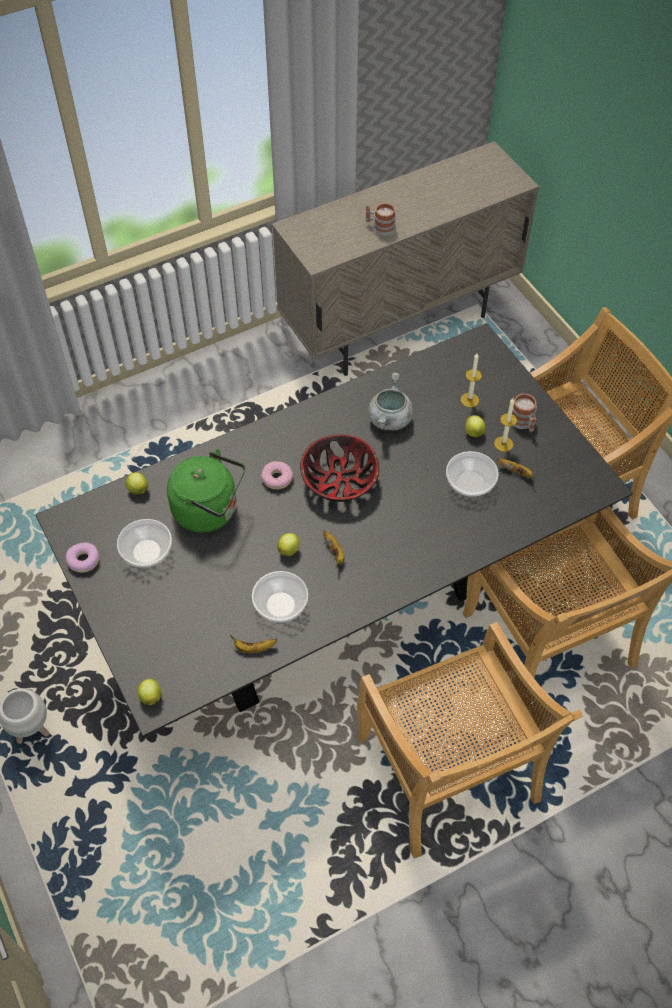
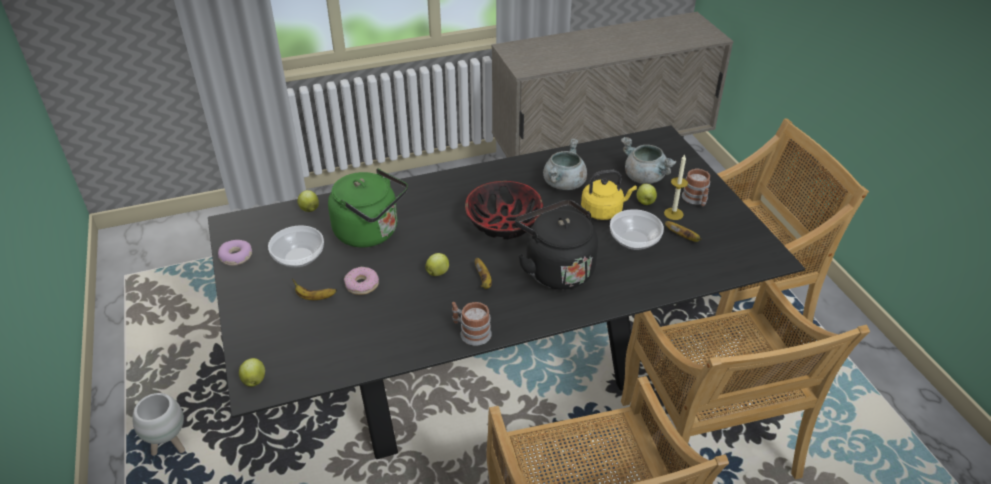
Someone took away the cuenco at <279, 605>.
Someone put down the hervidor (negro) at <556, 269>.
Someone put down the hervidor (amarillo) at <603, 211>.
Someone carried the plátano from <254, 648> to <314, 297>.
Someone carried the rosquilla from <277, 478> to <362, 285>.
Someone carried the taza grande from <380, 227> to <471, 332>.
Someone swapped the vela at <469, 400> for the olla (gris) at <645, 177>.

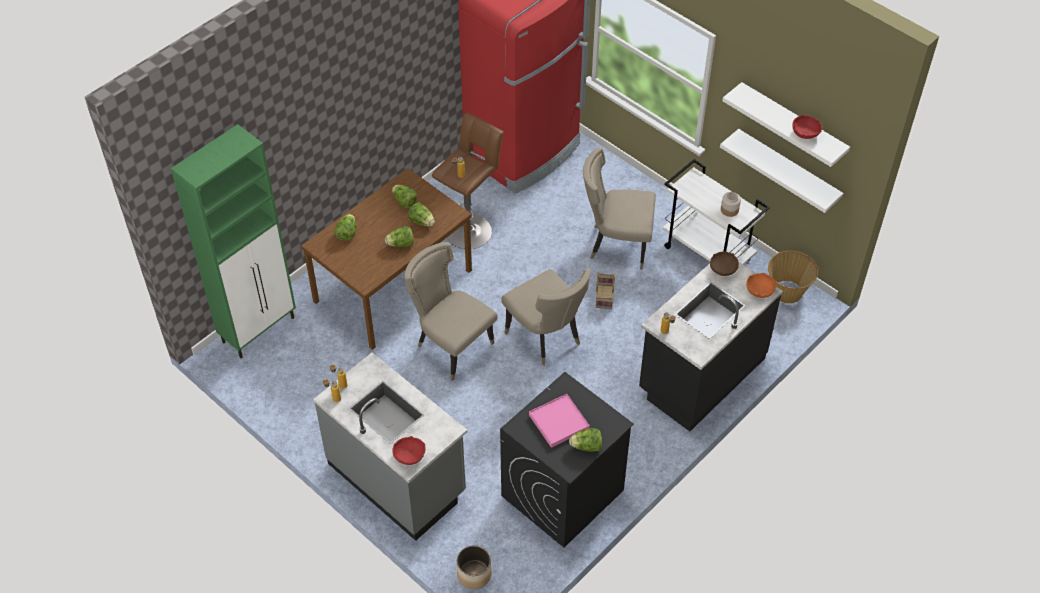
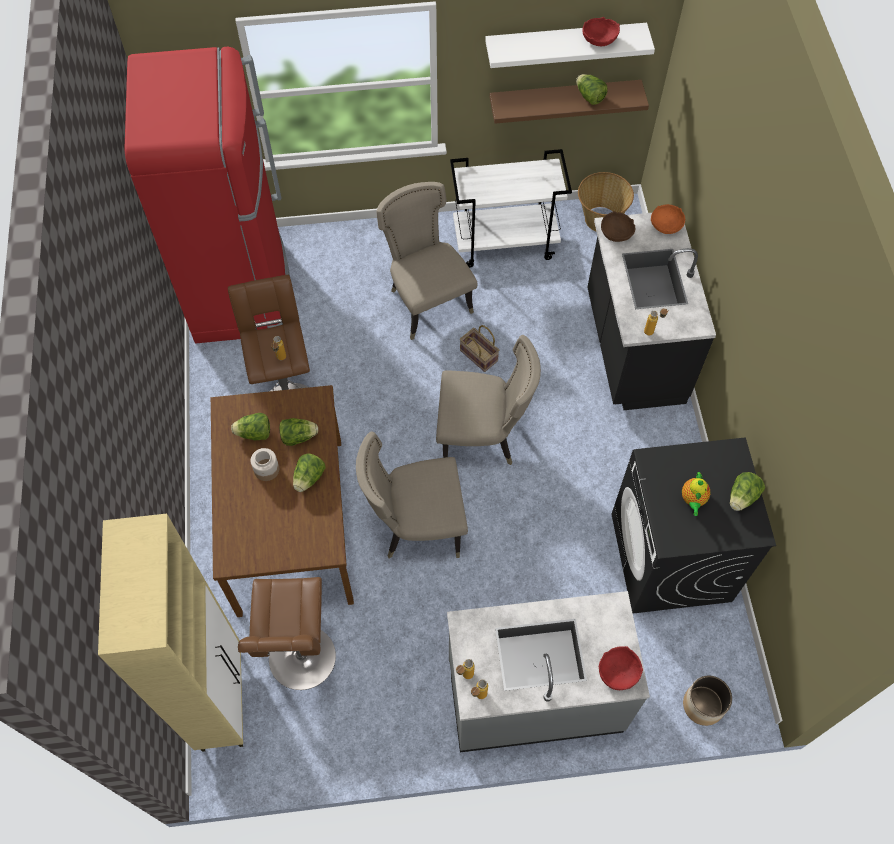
Someone put down the taburete (marrón) at <302, 662>.
Someone carried the lechuga from <347, 233> to <589, 97>.
Someone carried the tarro from <729, 209> to <266, 469>.
Someone swapped the bandeja (rosa) at <559, 422> for the tetera at <693, 500>.
Someone repainted the armario (verde) at <259, 329>, which became the armario (beis) at <222, 698>.
Someone repainted the estante (blanco) at <787, 170>, which became the estante (marrón) at <564, 98>.
Someone rotated the silla (beis) at <616, 244> by 105 degrees clockwise.

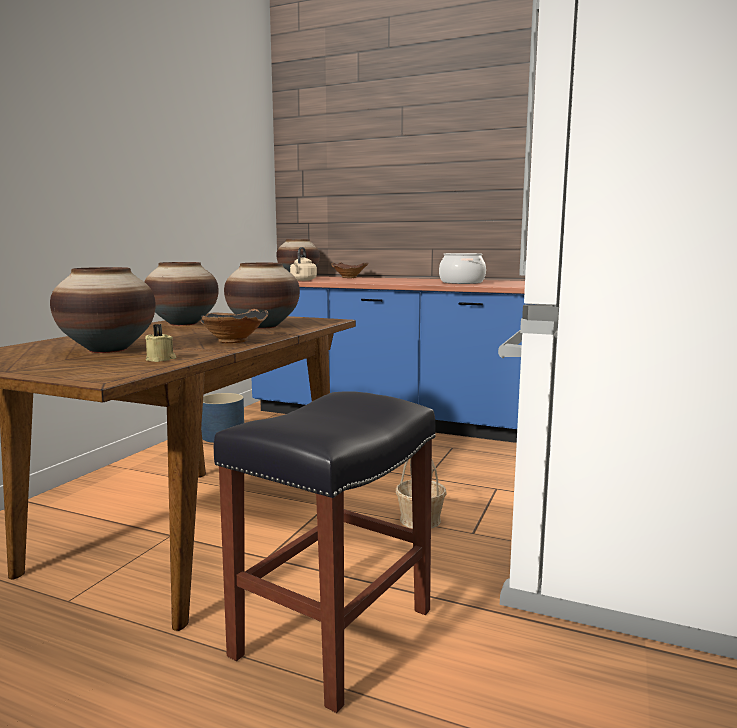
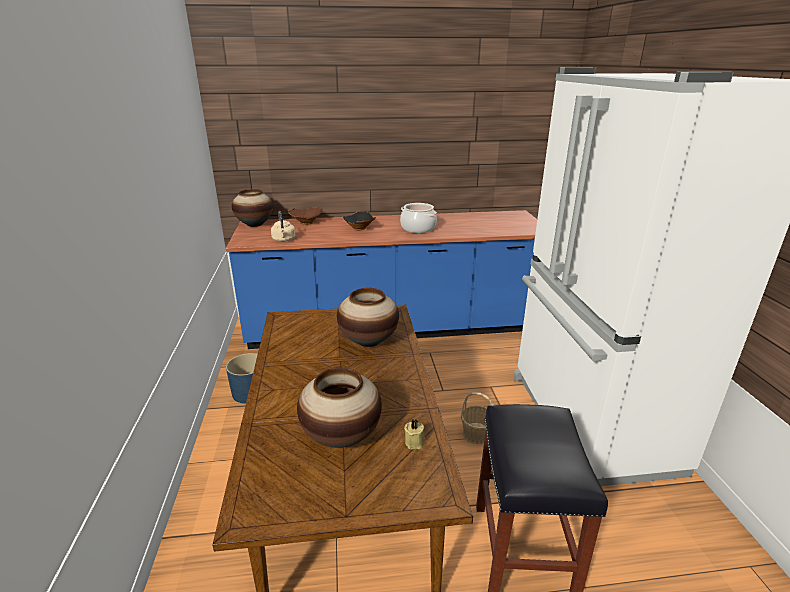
Someone took away the florero at <183, 324>.
Someone carried the cuenco (negro) from <235, 341> to <360, 228>.

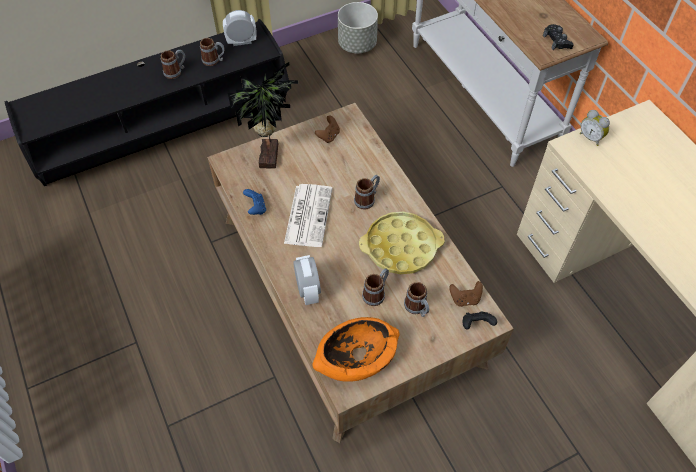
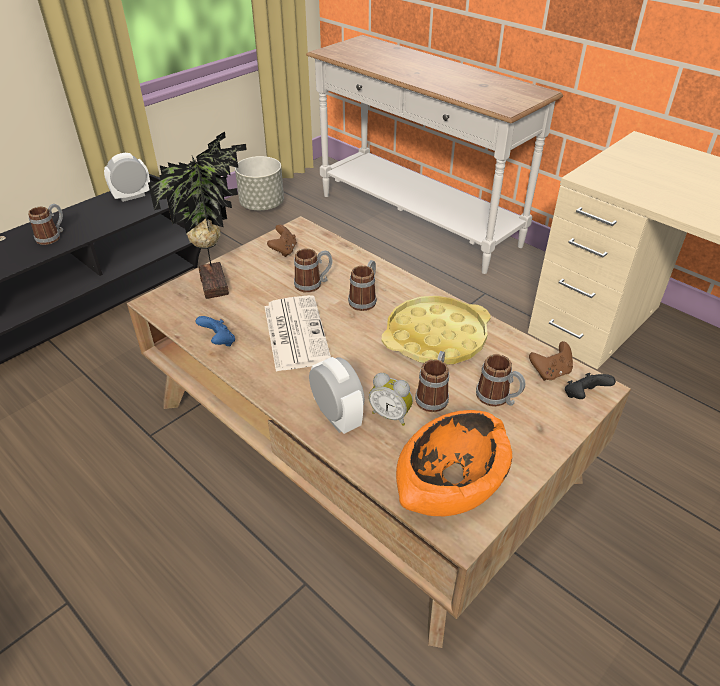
Someone took away the mando de consola (negro) at <557, 41>.
Someone carried the taza grande from <214, 60> to <313, 284>.
Someone carried the despertador from <591, 137> to <391, 415>.

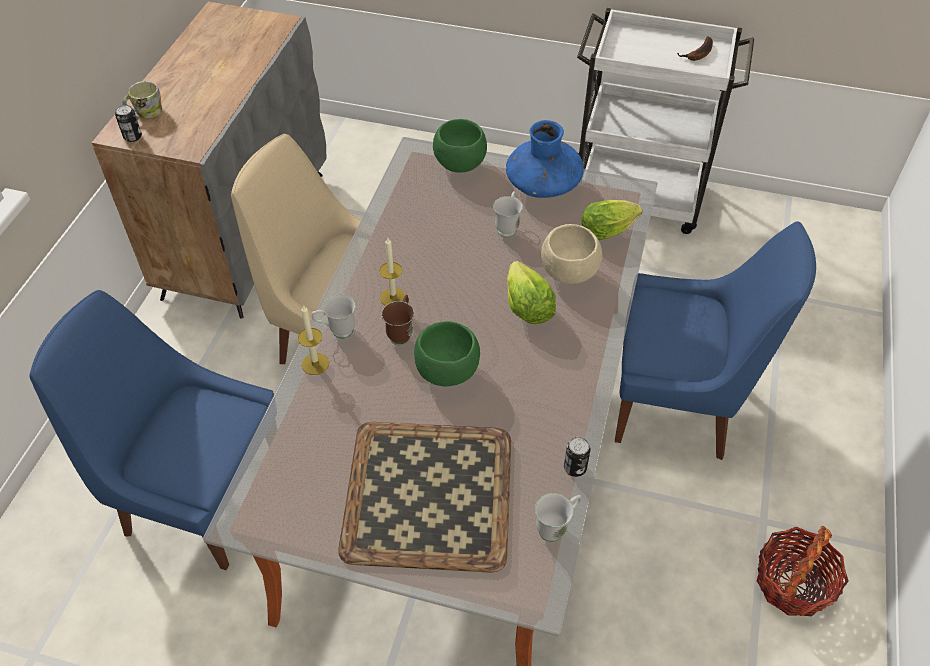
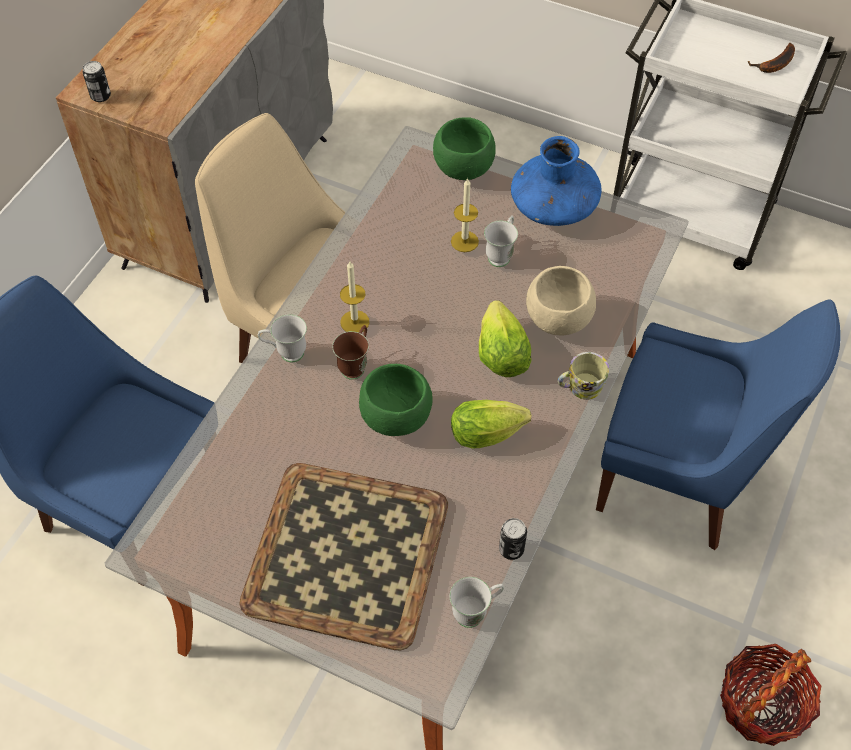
Someone carried the taza grande from <145, 112> to <580, 387>.
Someone carried the vela from <315, 364> to <464, 241>.
Someone carried the lechuga from <610, 230> to <490, 433>.

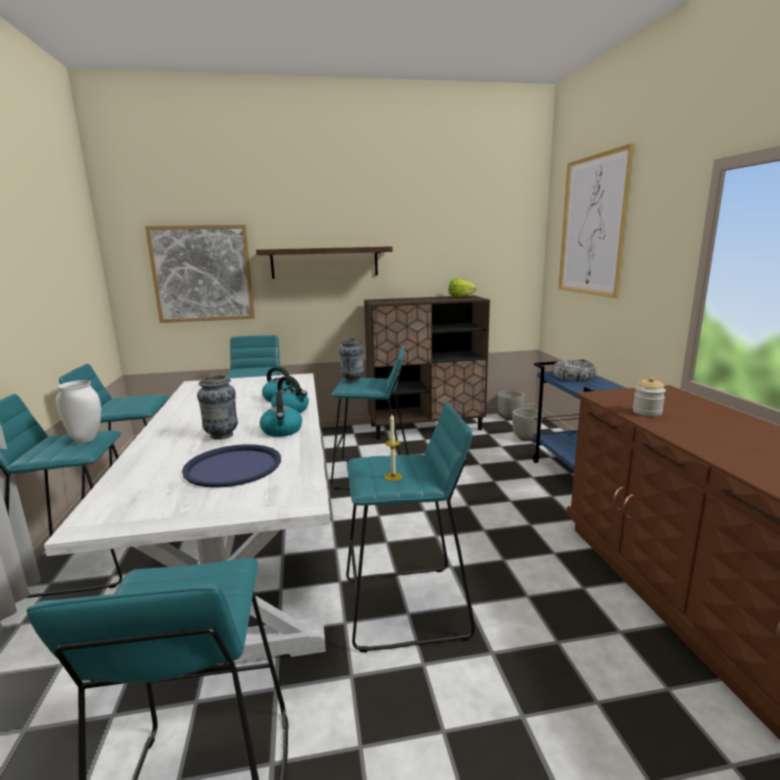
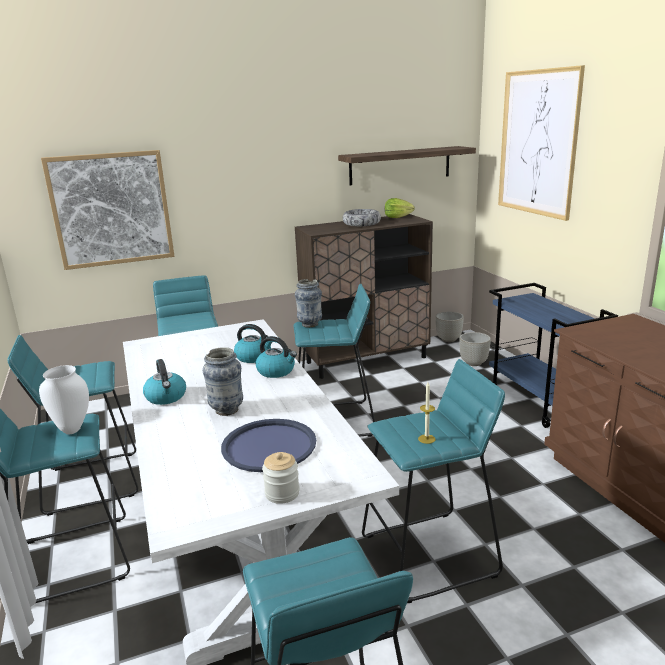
Someone carried the estante from <325, 262> to <400, 165>.
Someone carried the hervidor from <282, 431> to <166, 397>.
Someone carried the cuenco from <573, 377> to <361, 223>.
Someone carried the tarro from <647, 412> to <282, 493>.

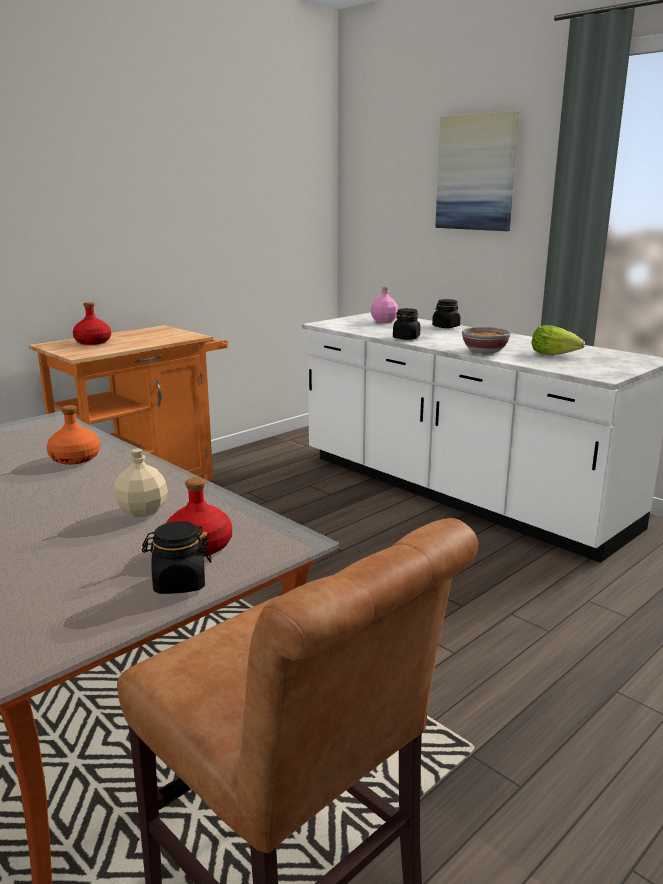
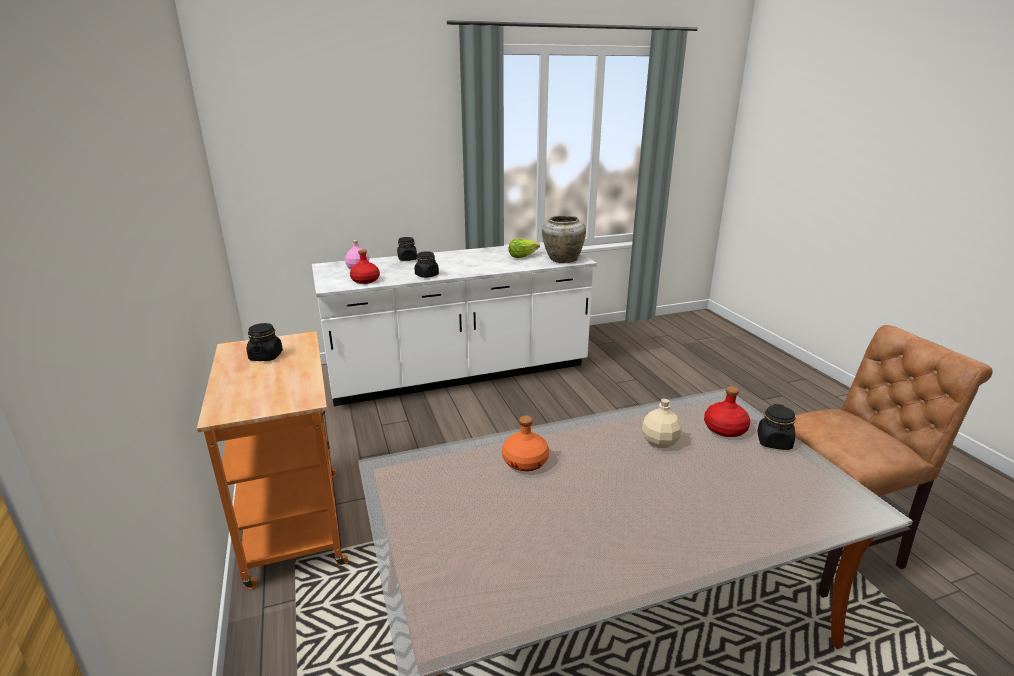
Someone took away the cuadro at <476, 173>.
Someone took away the cuenco at <485, 351>.
Someone put down the tarro (negro) at <266, 356>.
Someone put down the florero (beis) at <562, 259>.
Someone carried the botella (rojo) from <92, 342> to <365, 280>.

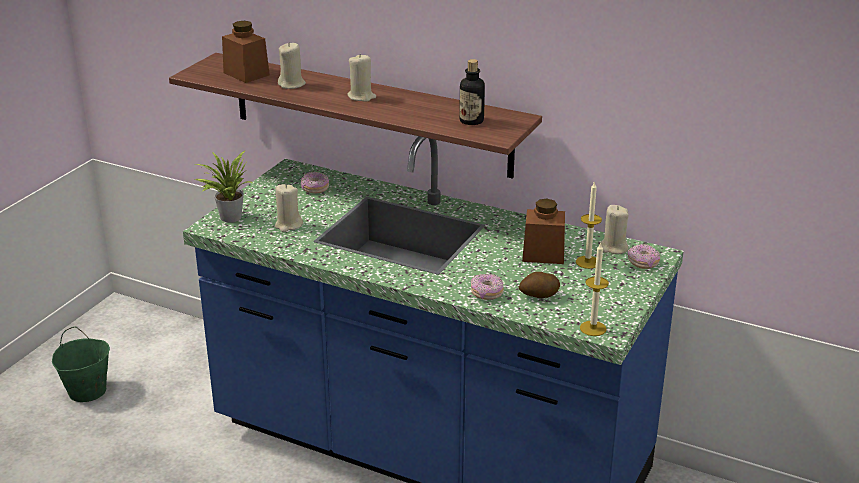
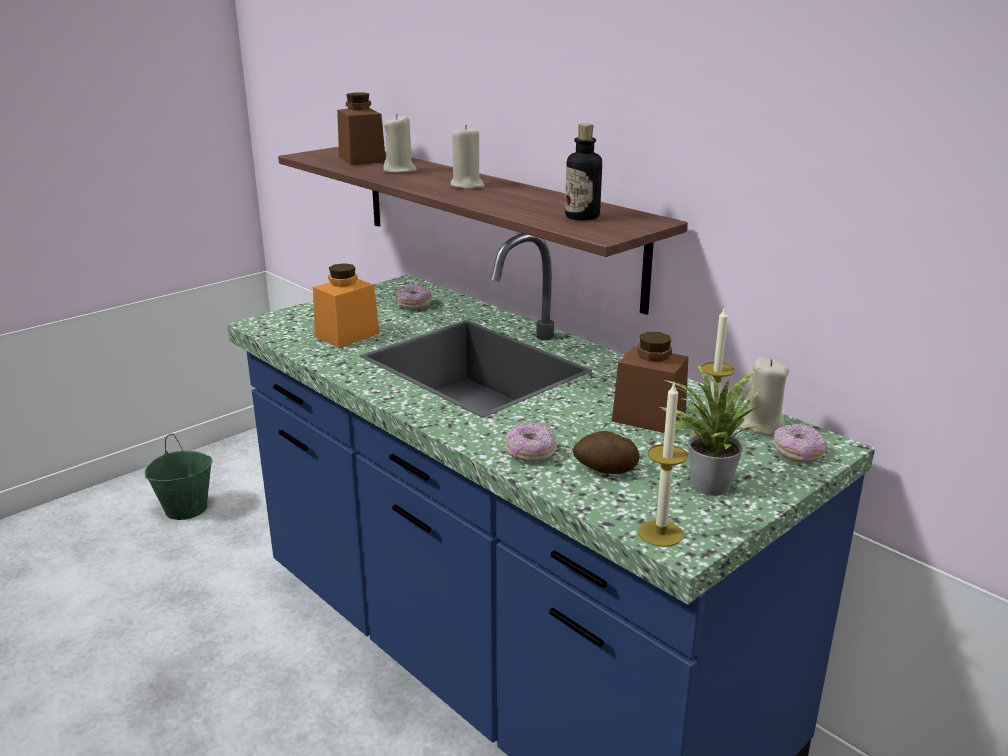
Someone carried the planta en maceta from <228, 216> to <705, 483>.
Someone swapped the vela (beis) at <288, 225> for the tarro (naranja) at <347, 335>.

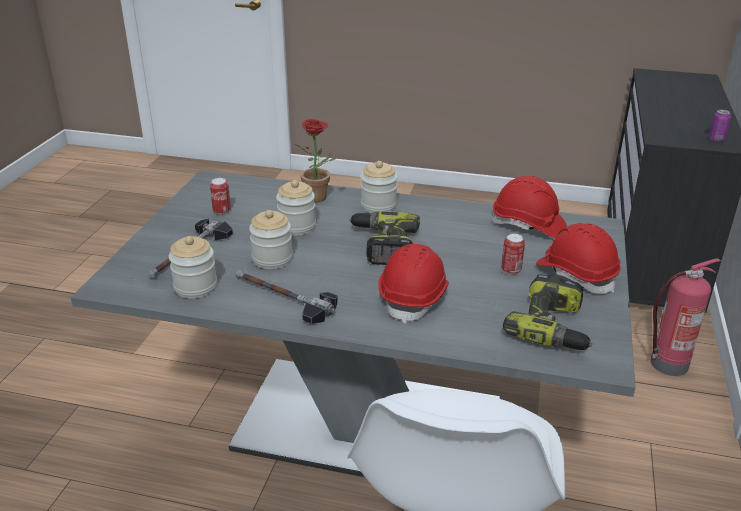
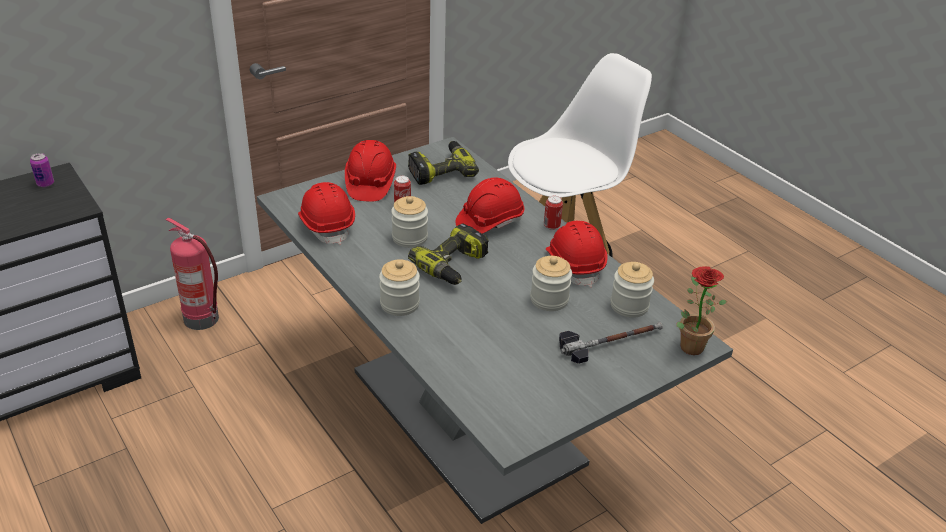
Someone carried the lata from <222, 211> to <551, 226>.
Someone carried the tarro from <297, 226> to <409, 238>.
Someone carried the planta en maceta from <320, 198> to <688, 344>.
Someone swapped the martillo at <283, 298> for the casco (rojo) at <574, 265>.

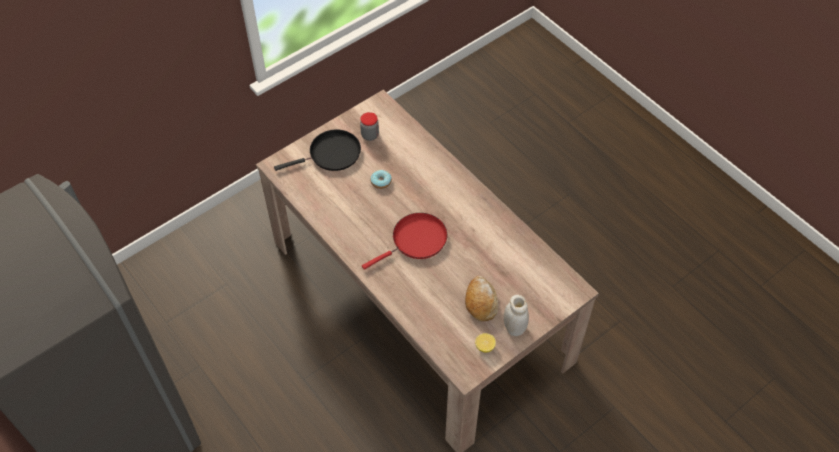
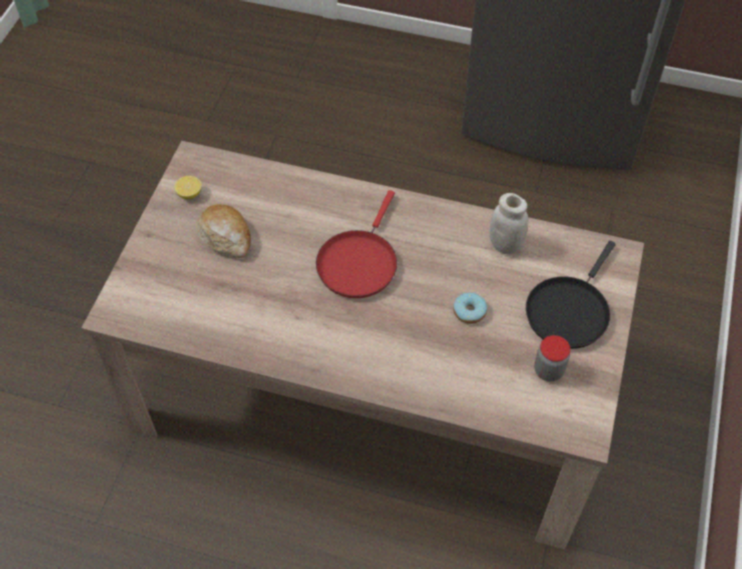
Someone carried the tarro (blanco) from <514, 327> to <505, 244>.

